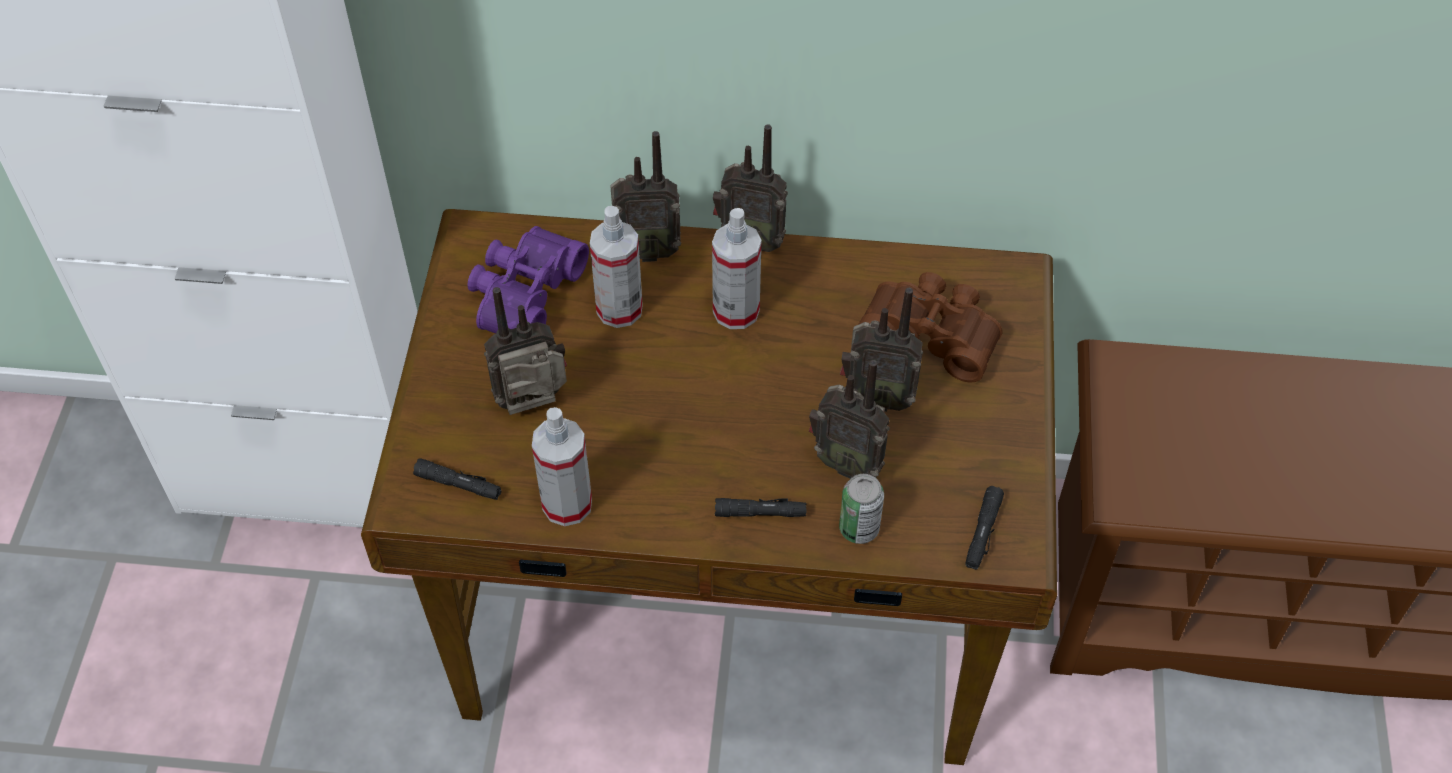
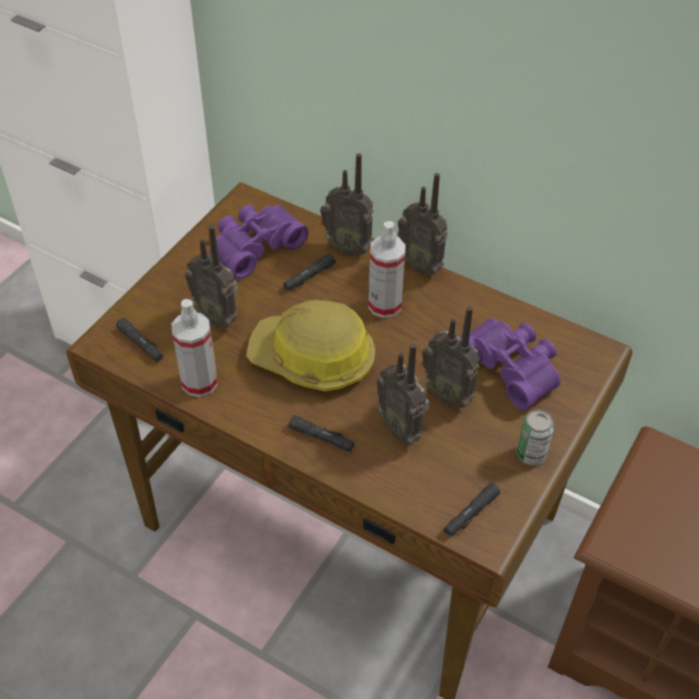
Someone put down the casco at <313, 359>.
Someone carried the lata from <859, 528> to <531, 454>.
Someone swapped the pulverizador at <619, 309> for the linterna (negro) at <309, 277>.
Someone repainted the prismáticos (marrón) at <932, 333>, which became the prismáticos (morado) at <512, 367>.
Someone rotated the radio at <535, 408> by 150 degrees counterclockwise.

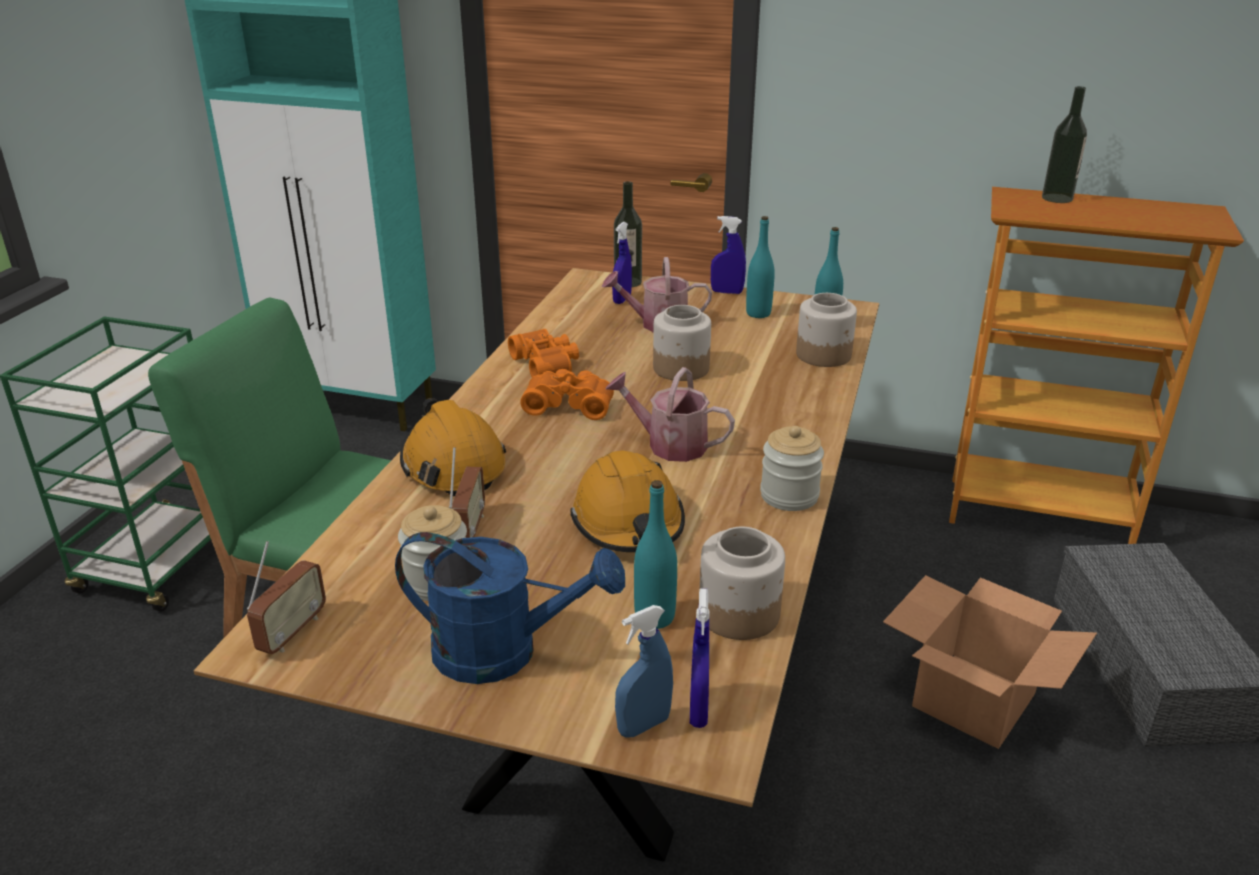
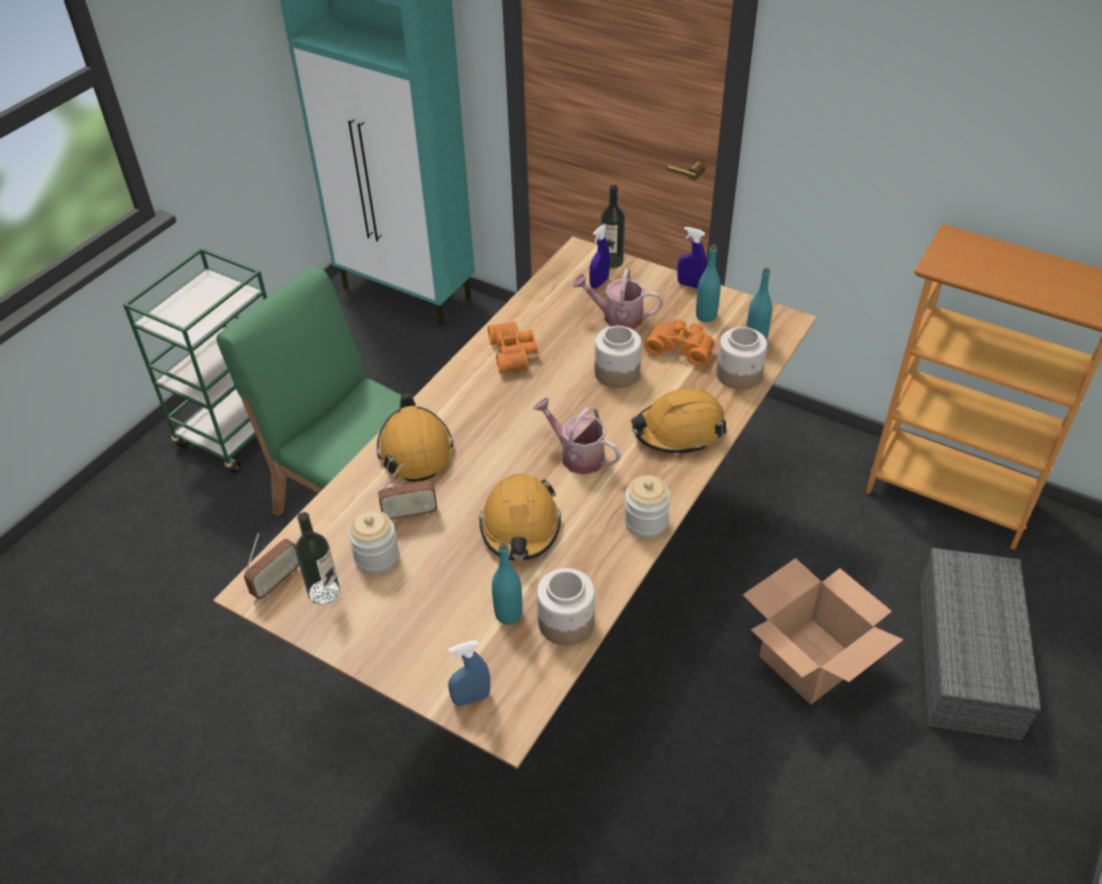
Someone took away the regadera (azul) at <504, 652>.
Someone took away the pulverizador (azul) at <698, 710>.
Someone put down the casco (naranja) at <679, 431>.
Someone carried the prismáticos (naranja) from <569, 404> to <681, 347>.
Someone carried the botella from <1057, 198> to <324, 592>.
Someone rotated the radio at <470, 529> by 60 degrees clockwise.

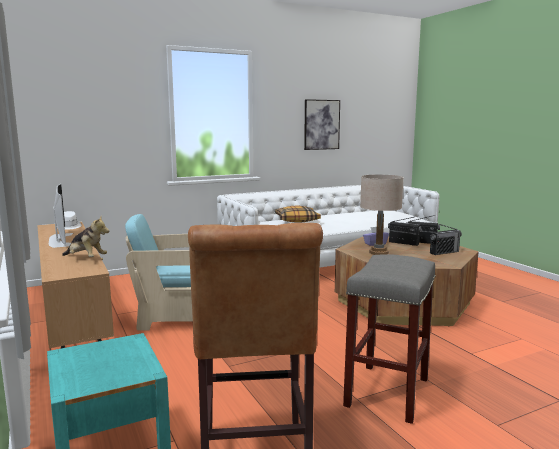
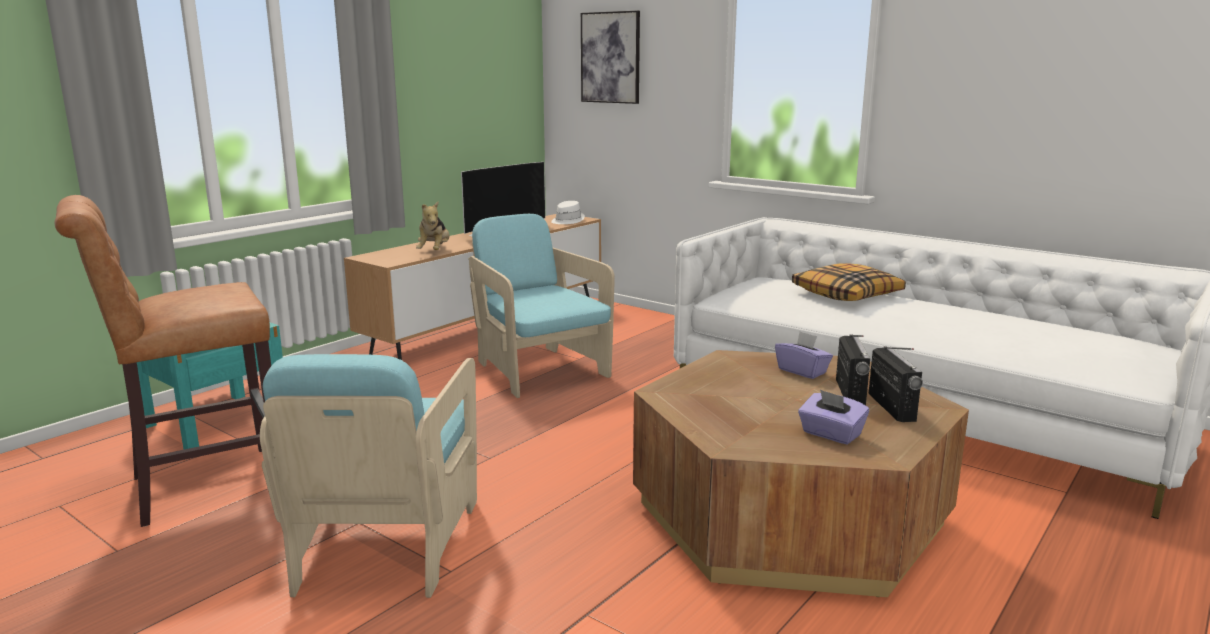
Someone took away the lámpara de mesa (beis) at <379, 252>.
Someone carried the cuadro from <321, 124> to <610, 57>.
Someone swapped the taburete (gris) at <387, 393> for the sillón (turquesa) at <385, 543>.
Someone swapped the radio at <444, 252> for the caja de pañuelos (morado) at <831, 434>.

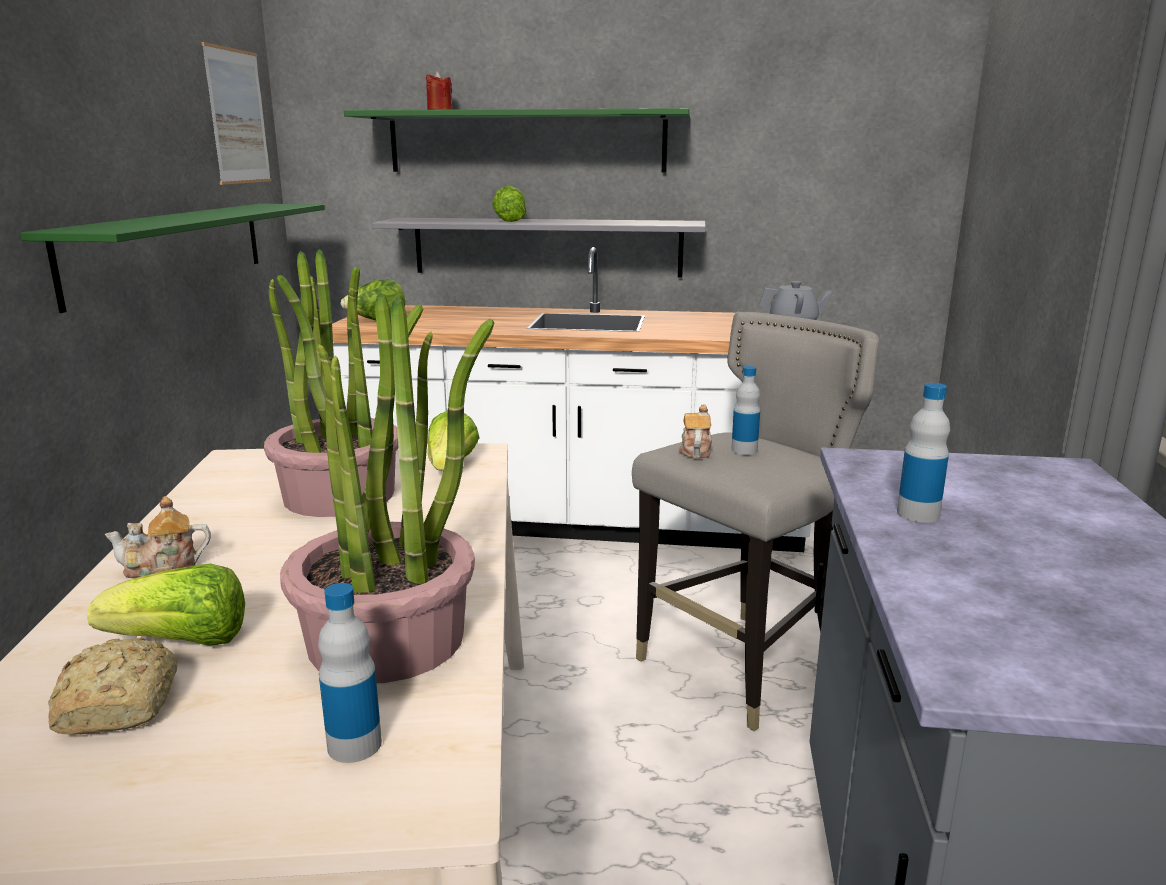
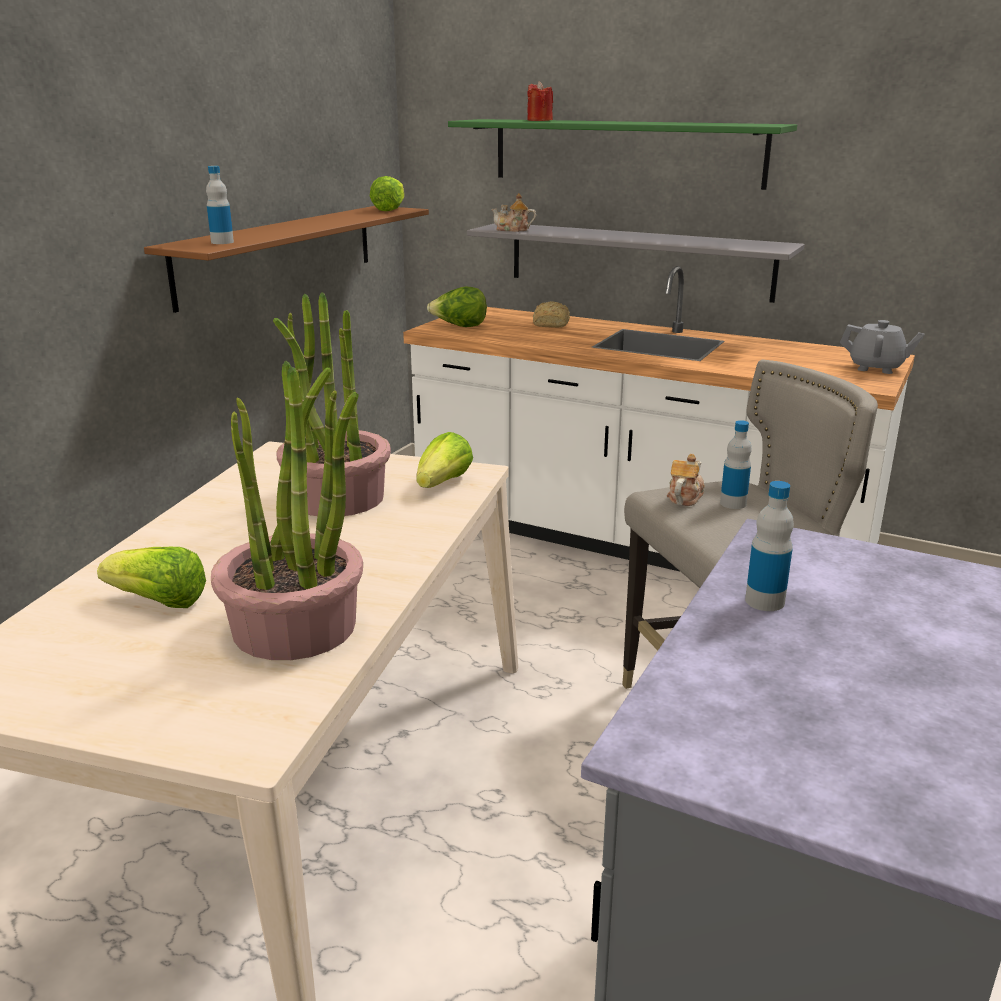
Someone took away the cuadro at <238, 117>.
Someone carried the pan from <121, 704> to <551, 324>.
Someone carried the tetera from <163, 569> to <513, 230>.
Someone carried the botella from <354, 745> to <222, 242>.
Someone carried the lechuga from <509, 221> to <390, 209>.
Someone repainted the estante (verde) at <170, 249>, which became the estante (marrón) at <279, 254>.

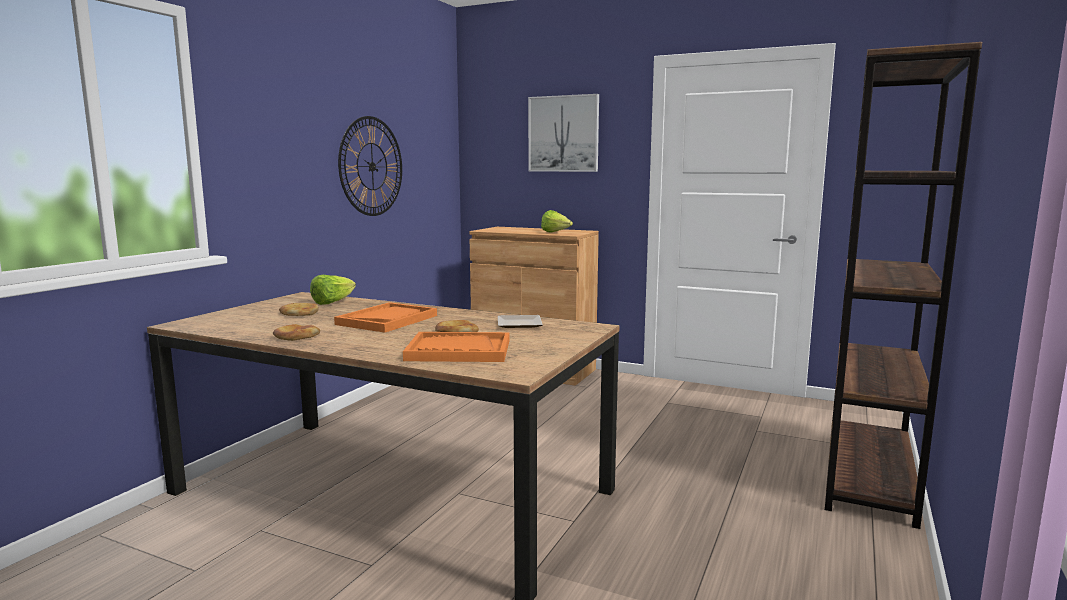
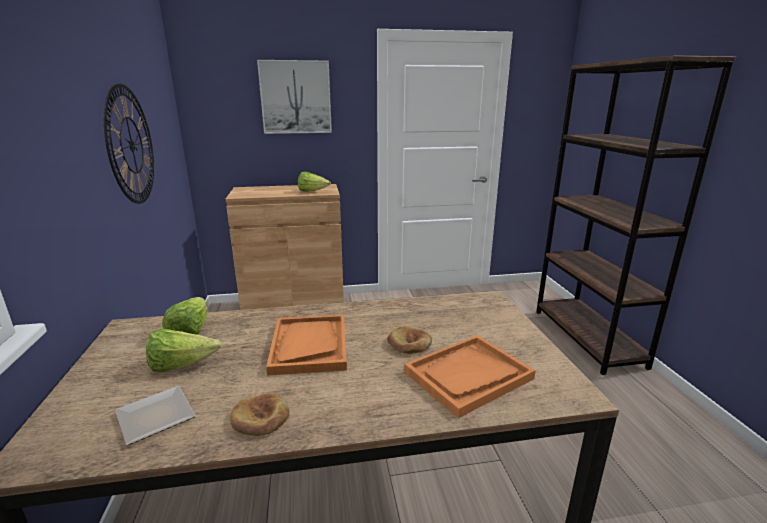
Someone carried the plato from <521, 324> to <158, 415>.
Someone swapped the pan at <299, 313> for the lechuga at <181, 365>.

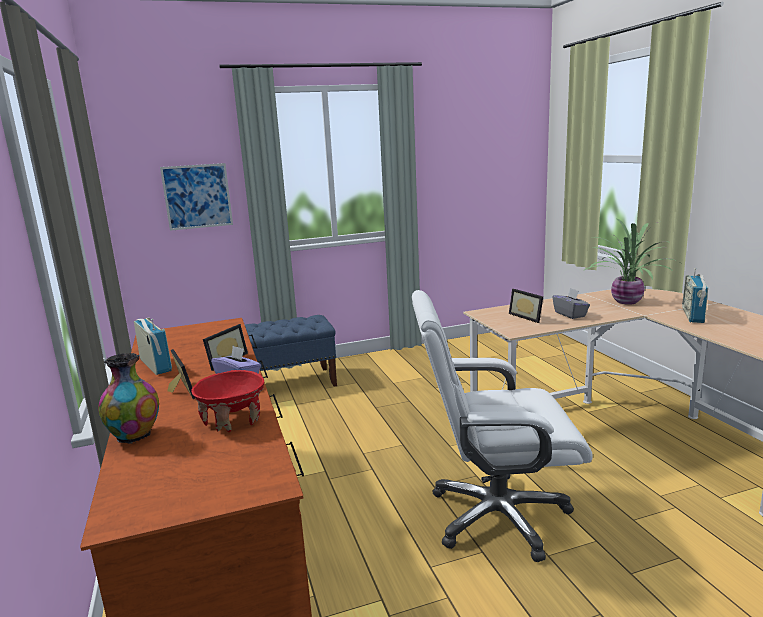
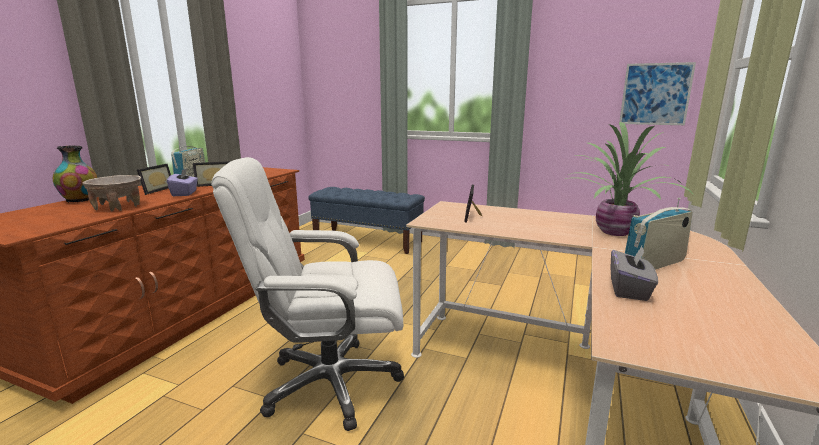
Someone carried the cuadro from <197, 196> to <655, 94>.
Someone carried the caja de pañuelos (gris) from <570, 314> to <629, 290>.
Someone repainted the cuenco (rojo) at <233, 420>, which became the cuenco (beis) at <118, 207>.
Someone rotated the silla de oficina (blanco) at <496, 515> by 45 degrees counterclockwise.

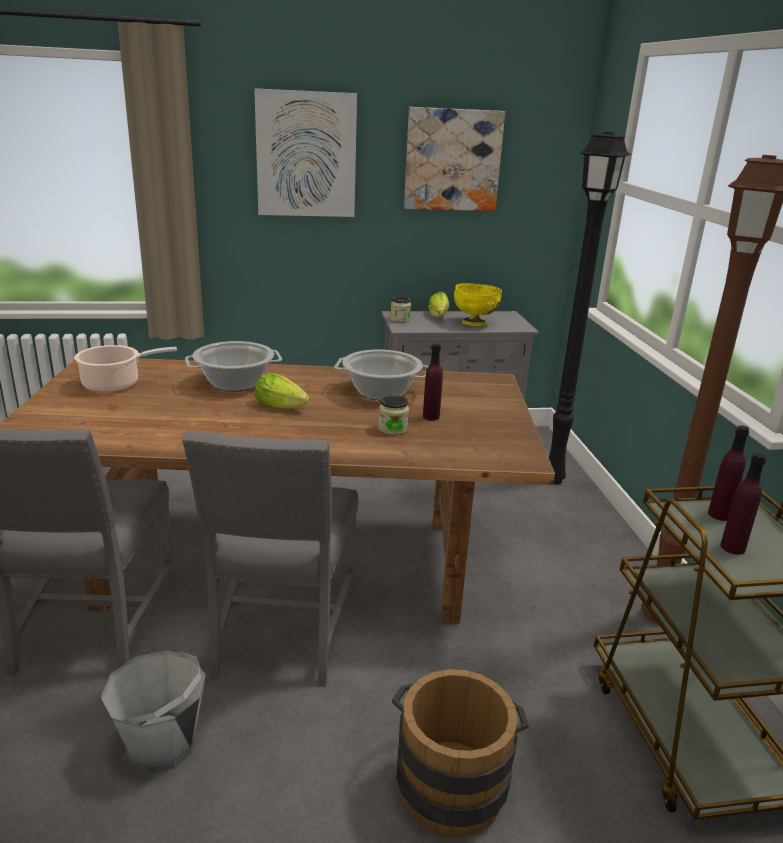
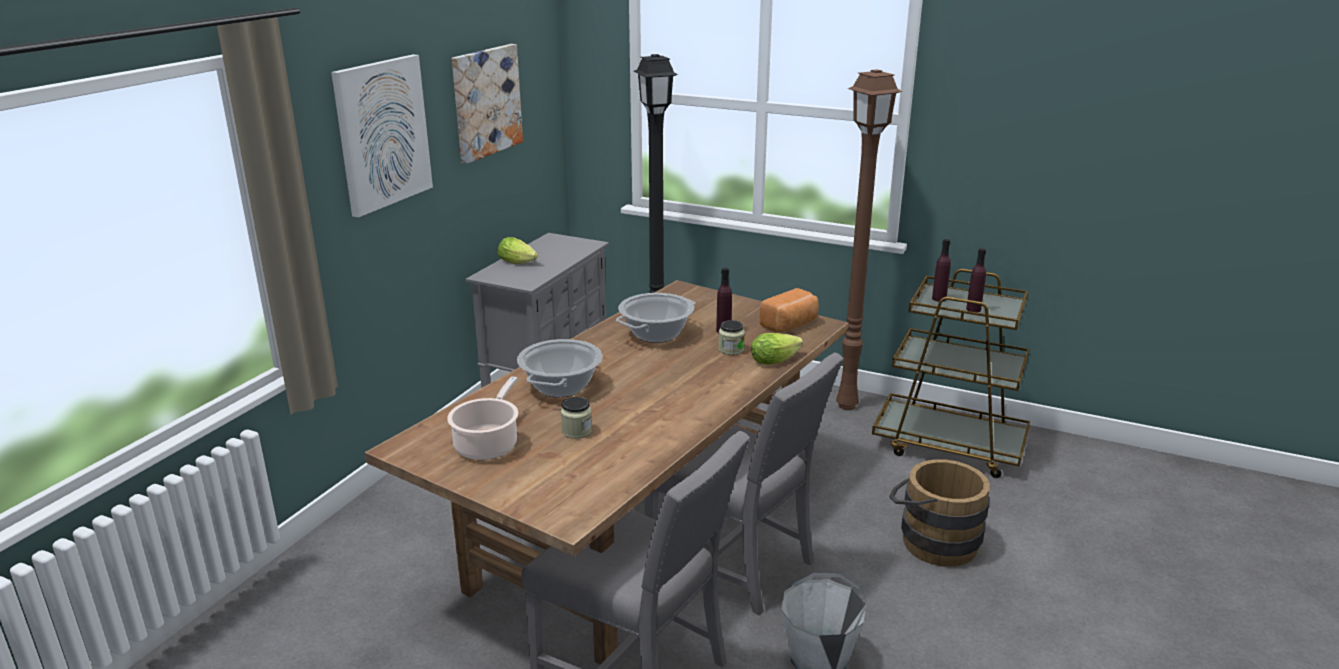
Someone took away the cuenco (amarillo) at <474, 324>.
Someone put down the pan at <790, 325>.
Someone carried the lechuga from <282, 406> to <777, 359>.
Someone carried the tarro from <400, 319> to <576, 431>.

